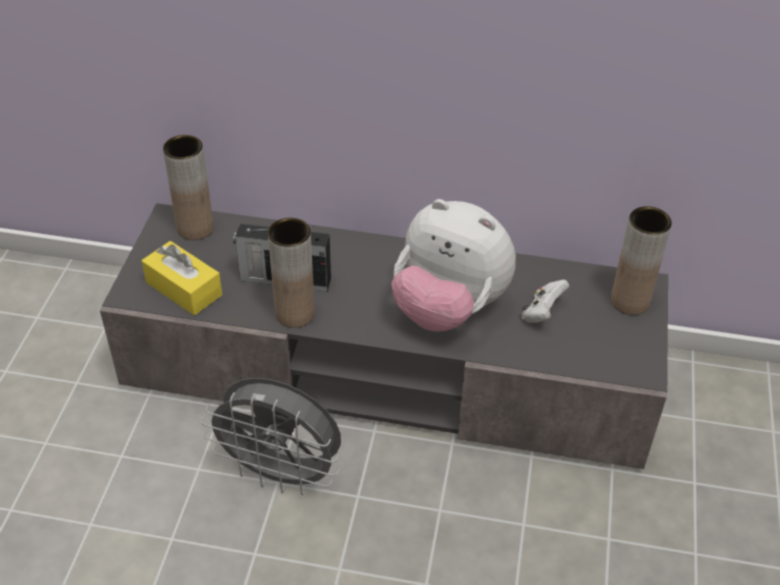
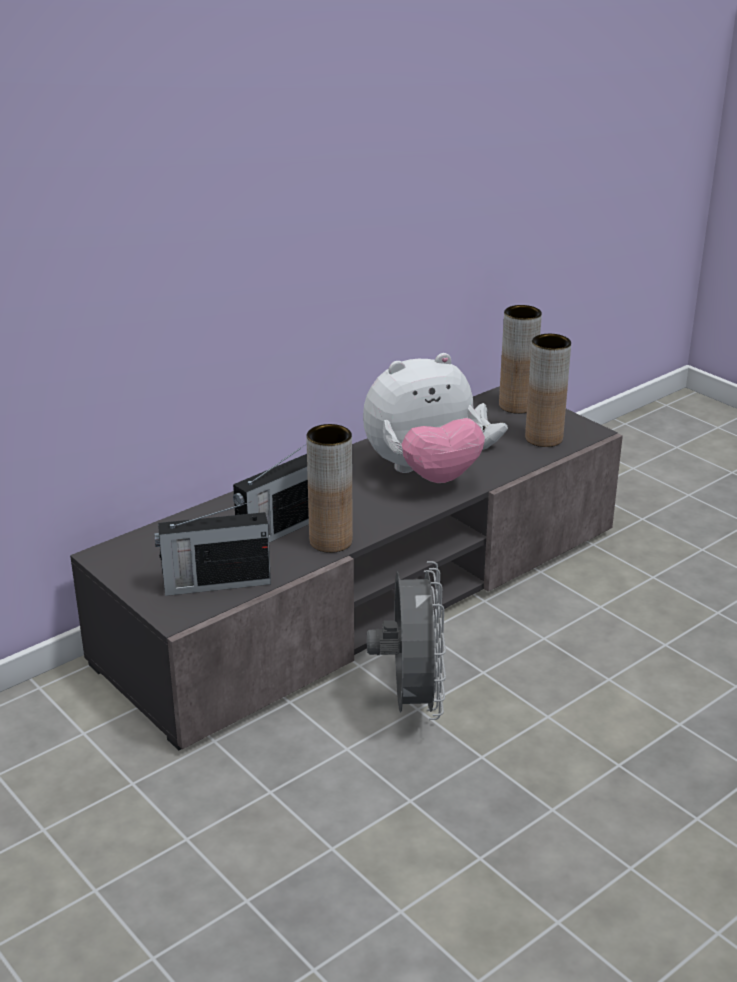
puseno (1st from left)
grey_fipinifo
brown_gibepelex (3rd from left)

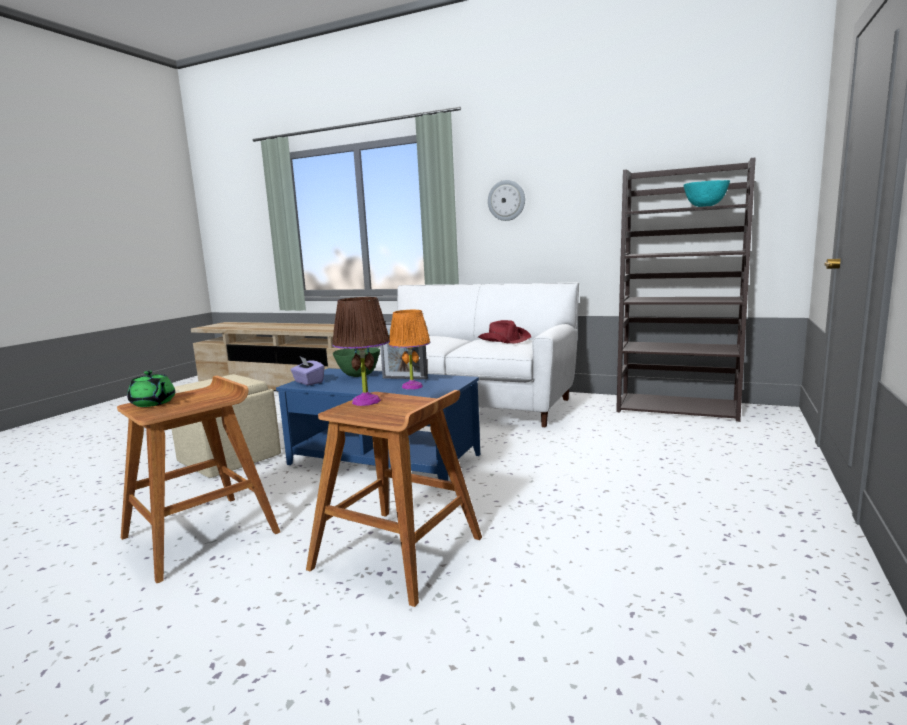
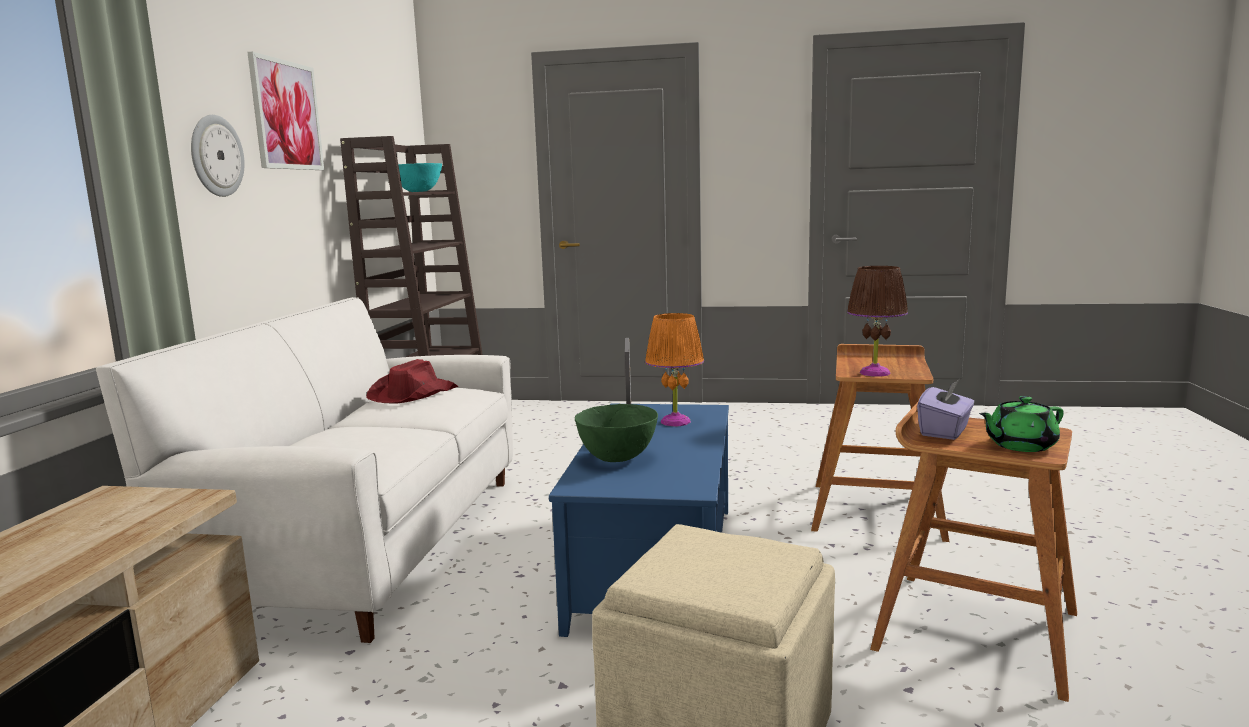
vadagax
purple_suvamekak
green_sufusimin

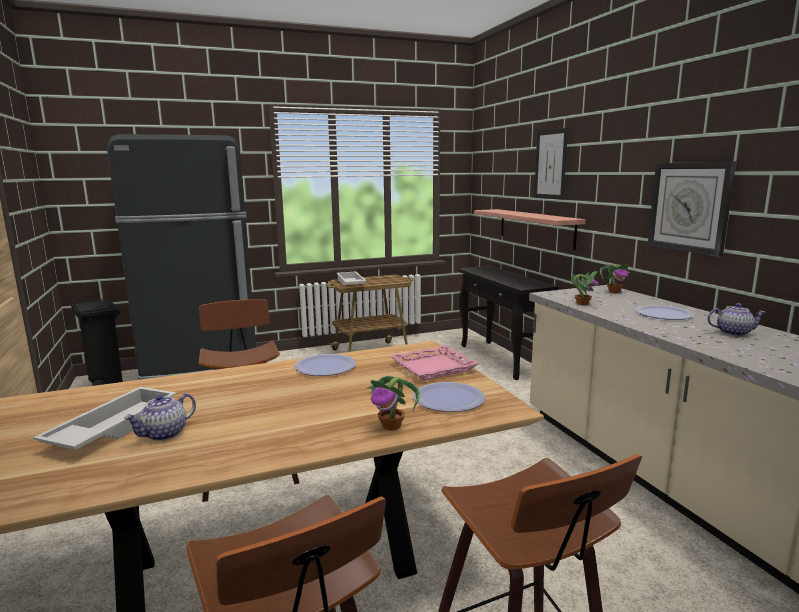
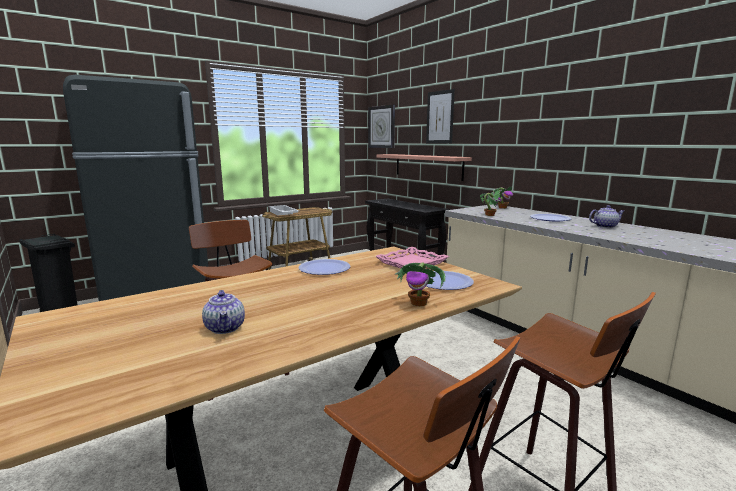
sufusimin (1st from left)
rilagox
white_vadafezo (1st from left in the first image)

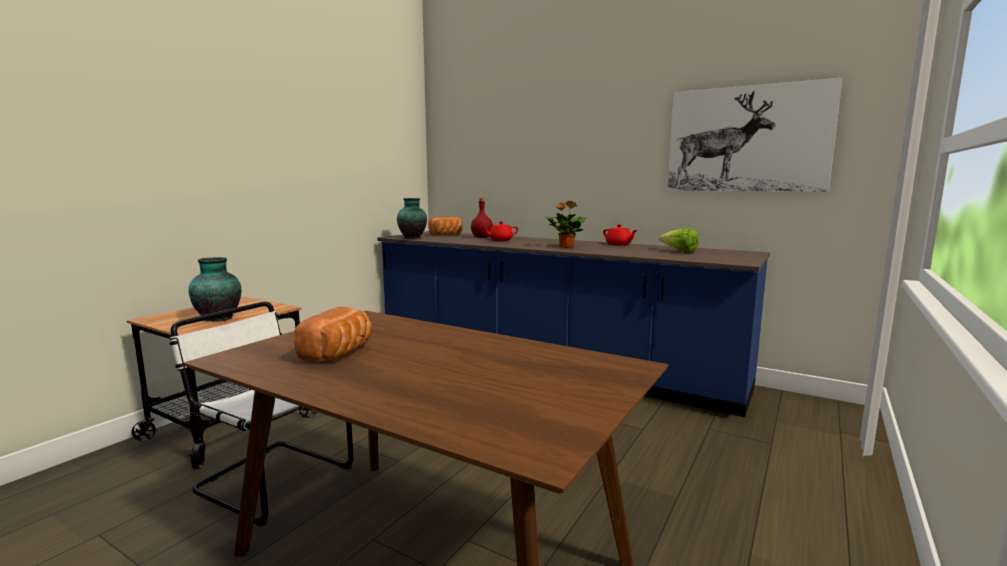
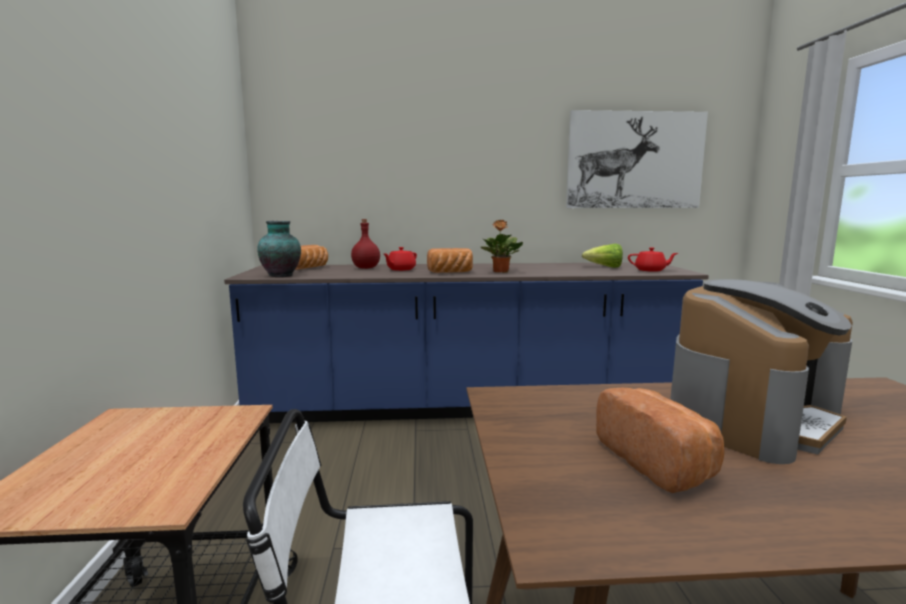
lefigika (2nd from left)
red_sufusimin (2nd from left)
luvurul
gibepelex (1st from left in the first image)

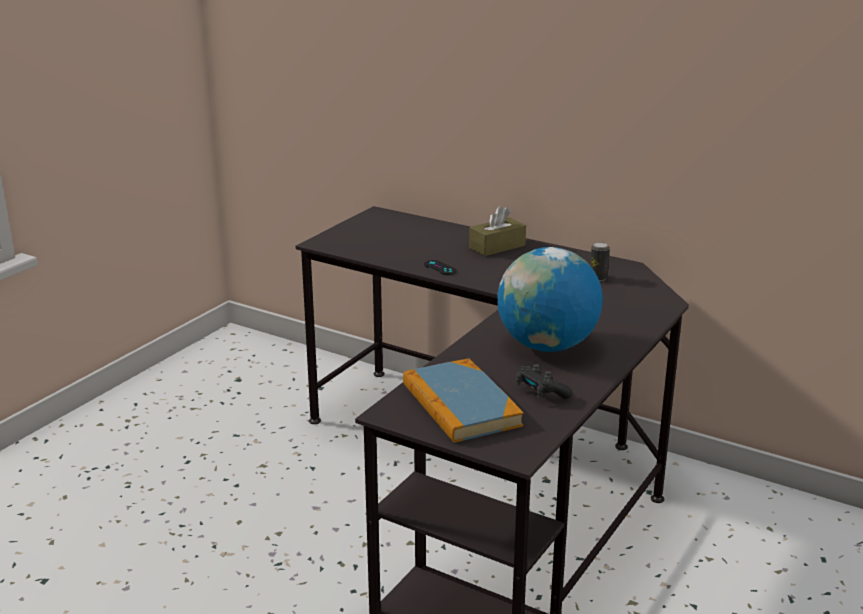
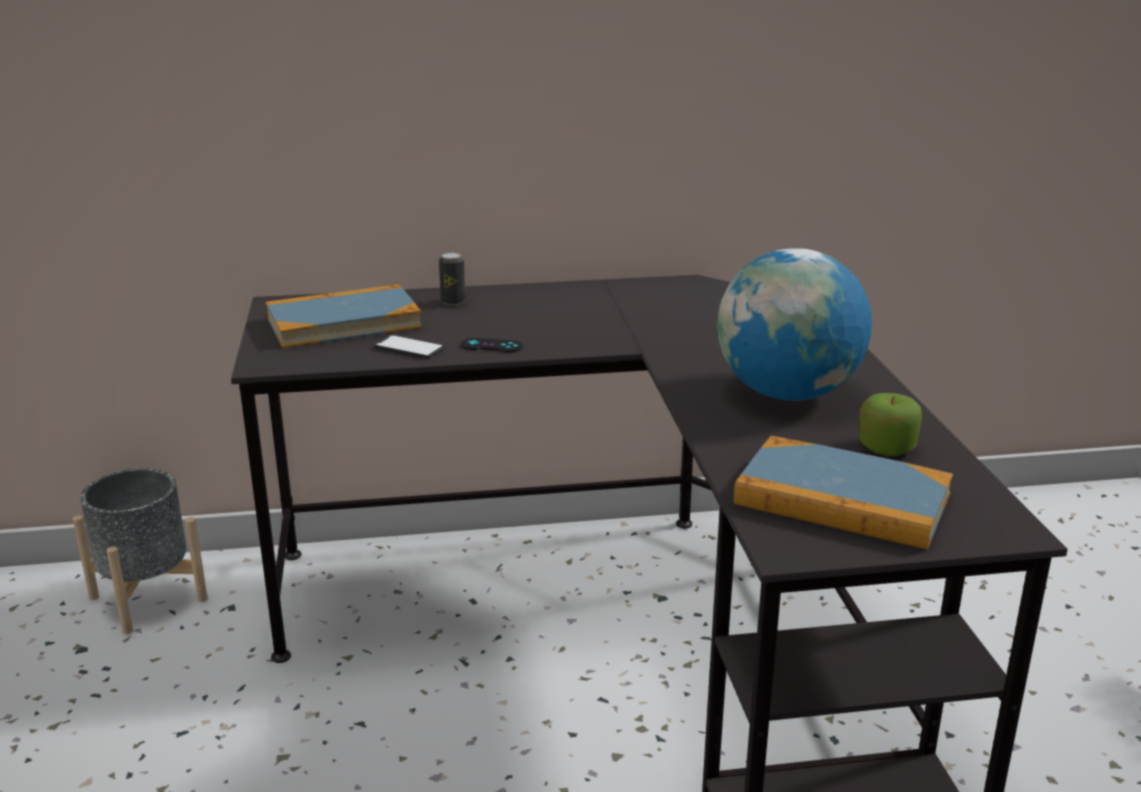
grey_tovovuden
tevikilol (1st from left)
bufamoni
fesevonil
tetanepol
brown_suvamekak

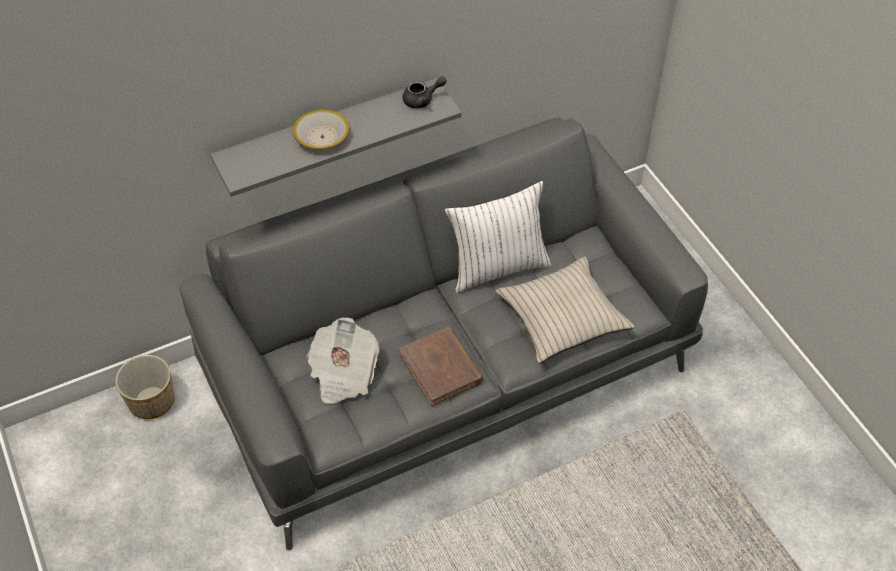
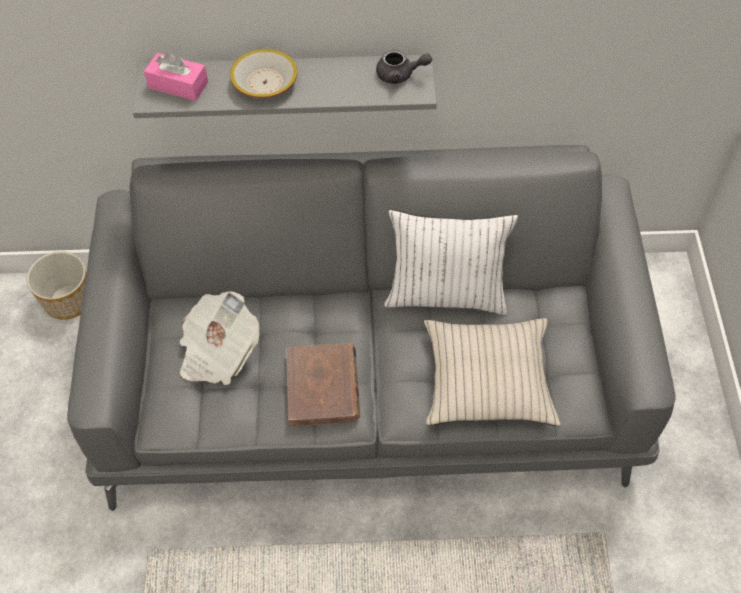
pink_suvamekak

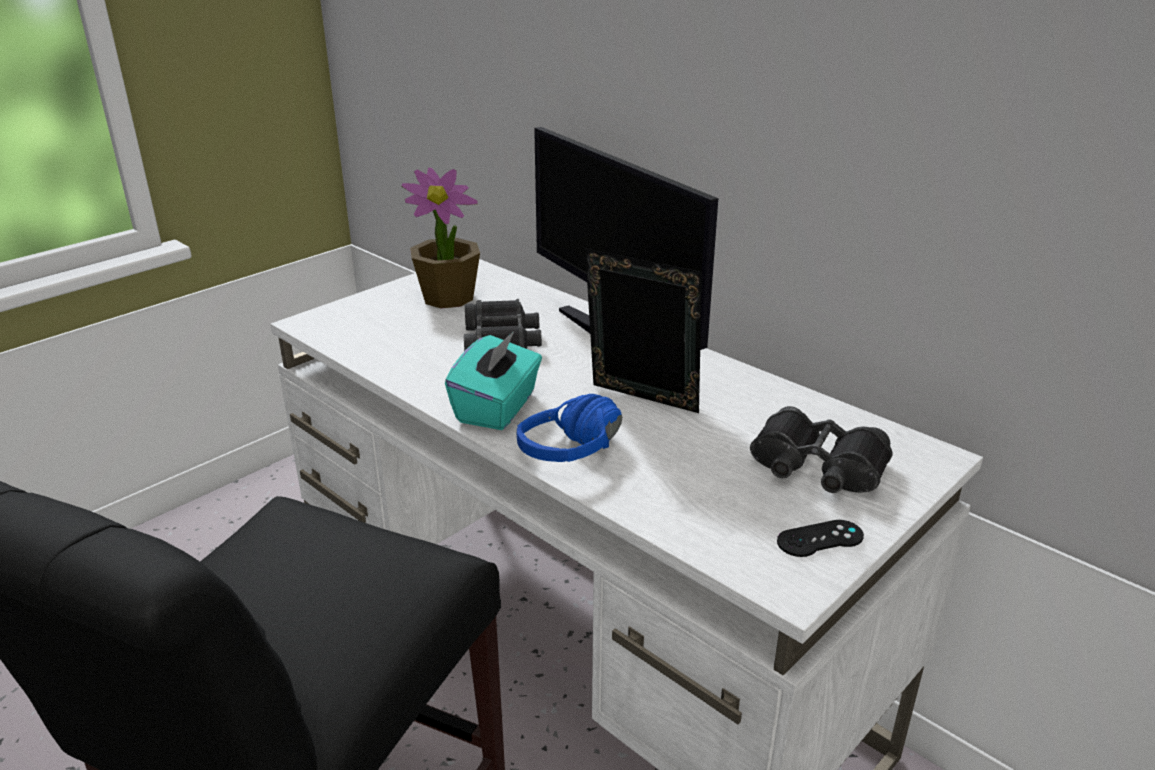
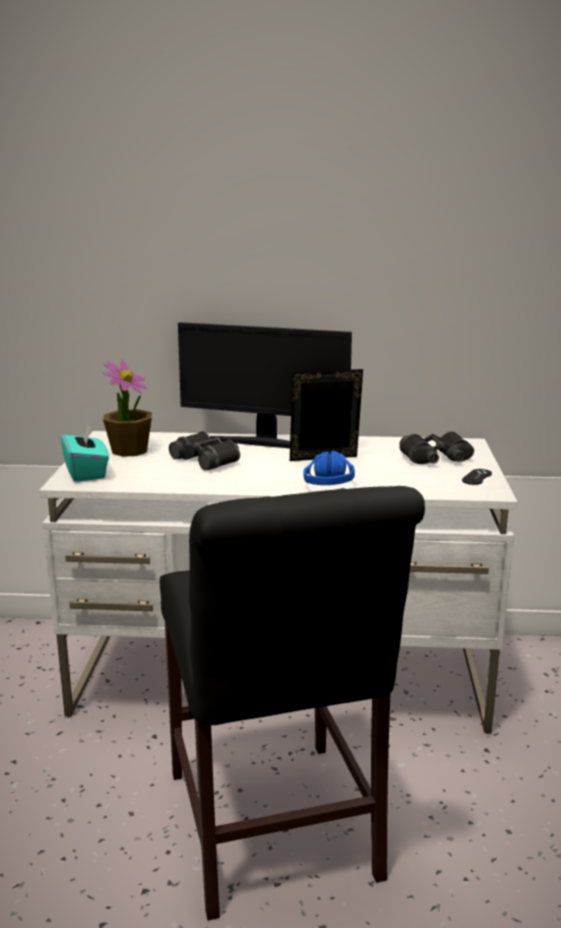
turquoise_suvamekak

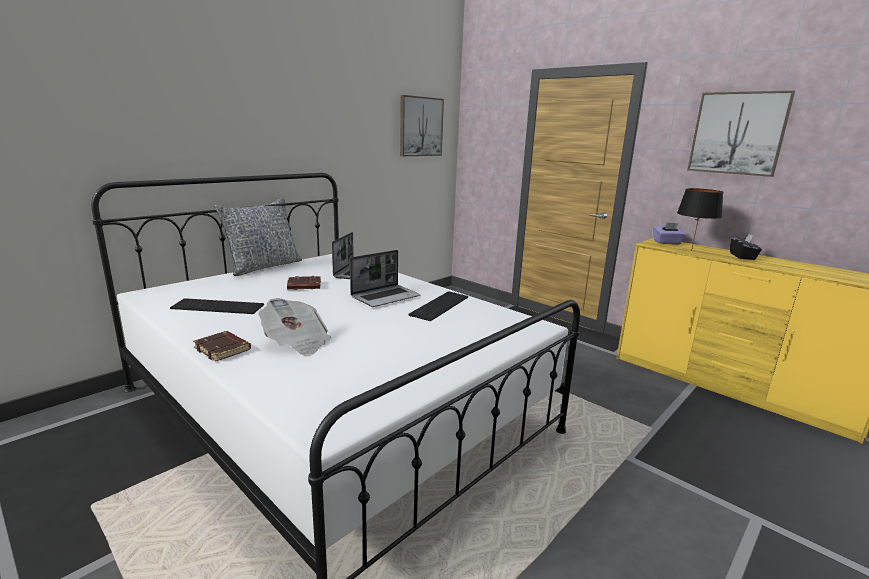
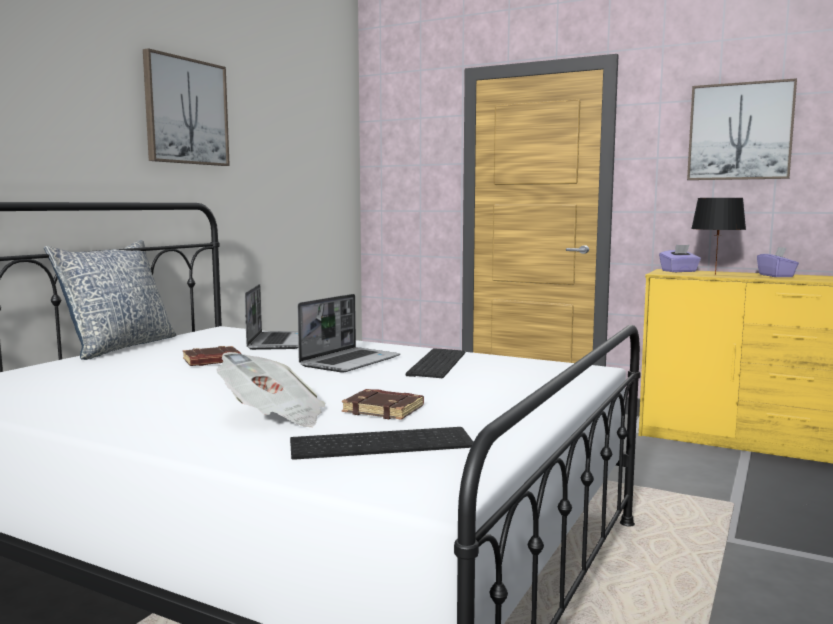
vadagax (1st from left)
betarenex (1st from left)
brown_tevikilol (2nd from left)
purple_suvamekak (2nd from left)

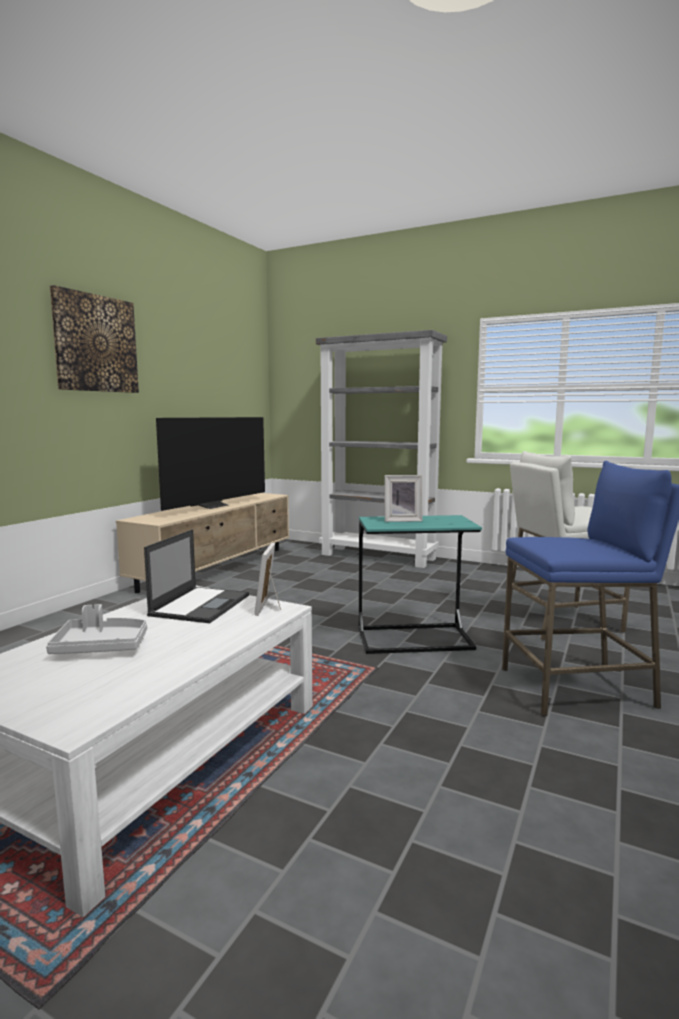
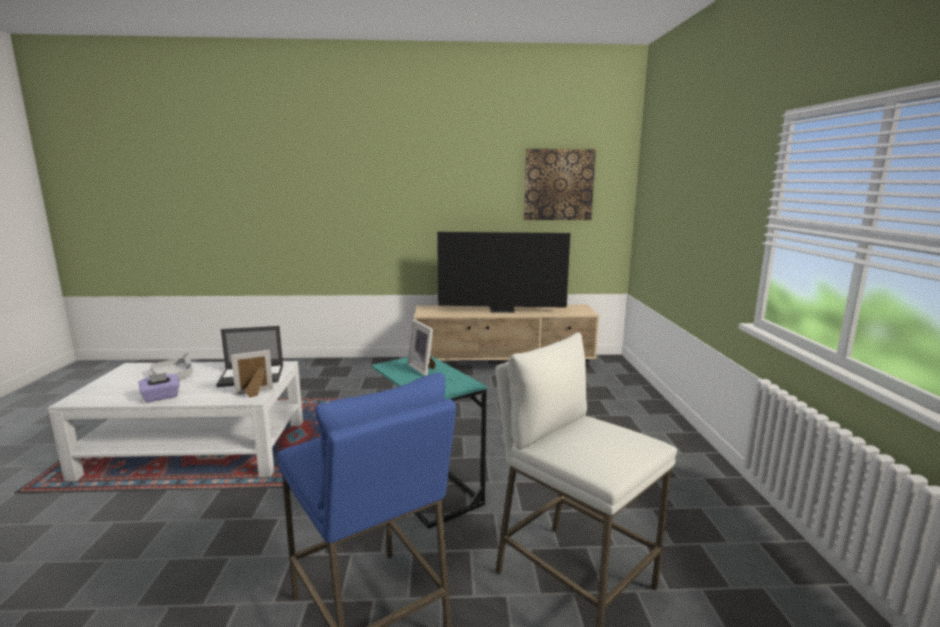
purple_suvamekak
vadagax
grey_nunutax

